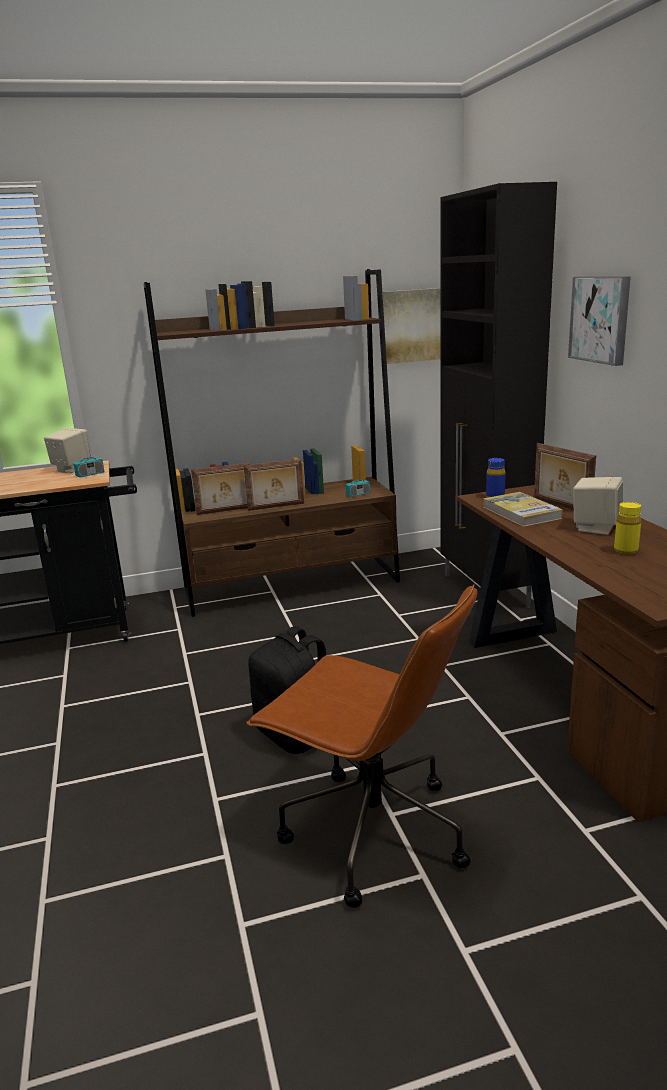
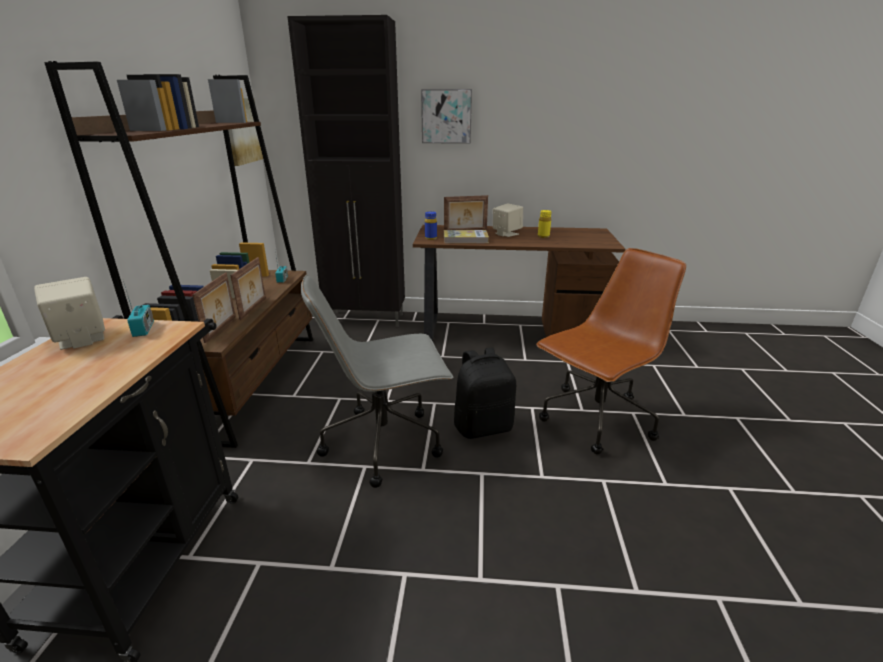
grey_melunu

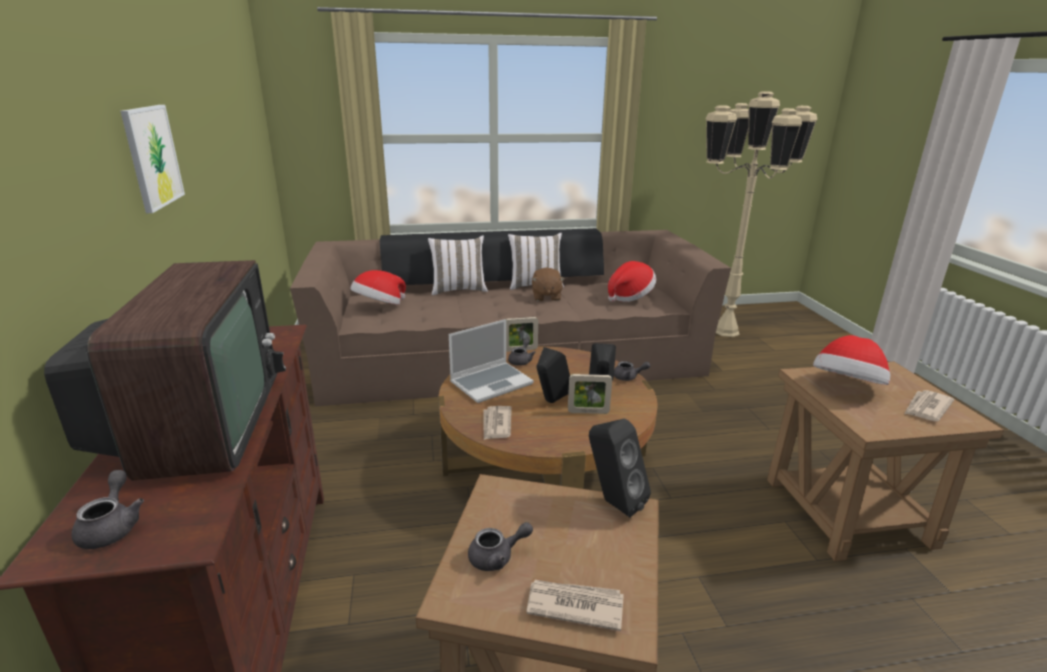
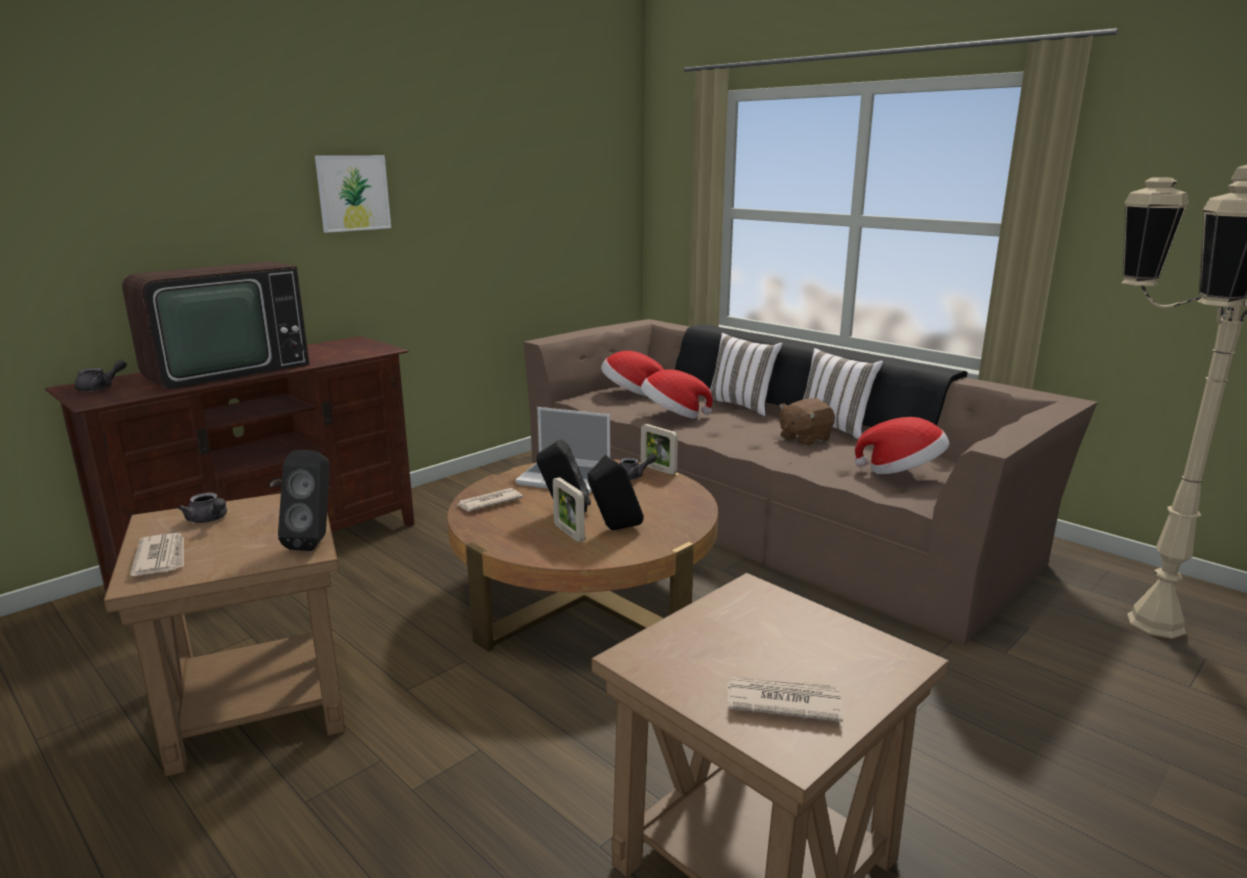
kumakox (2nd from left)
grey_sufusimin (4th from left in the first image)

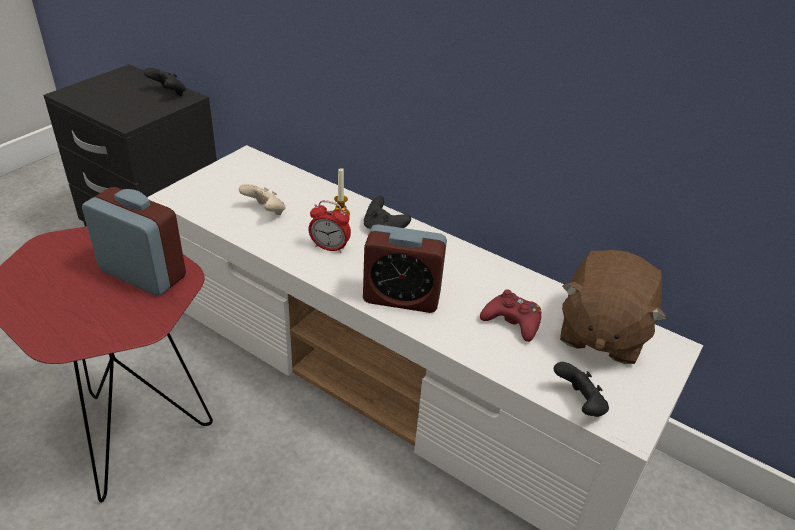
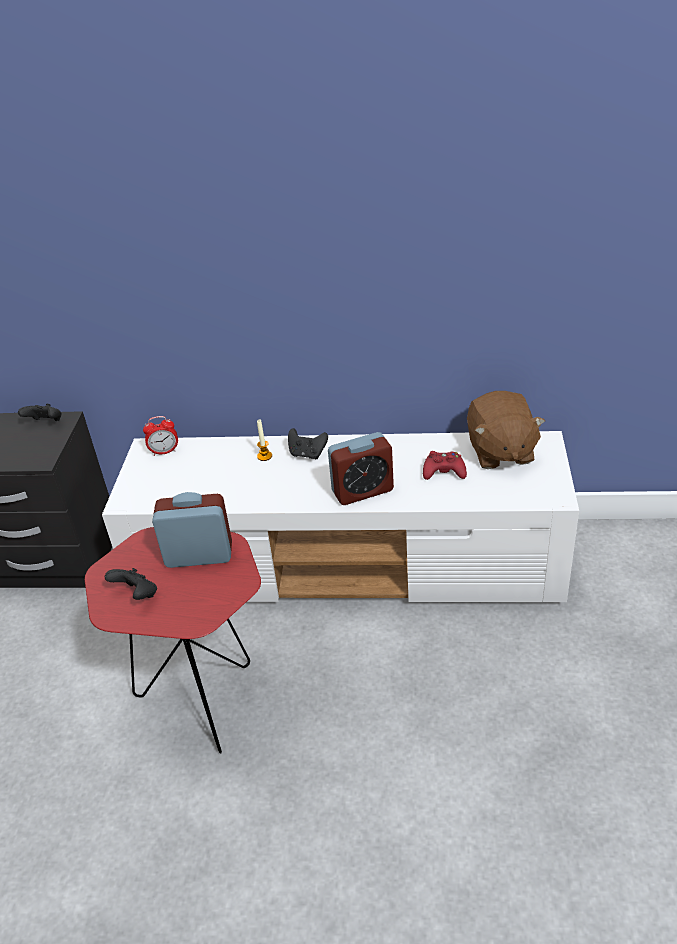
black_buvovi (2nd from left)
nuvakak (1st from left)
beige_buvovi

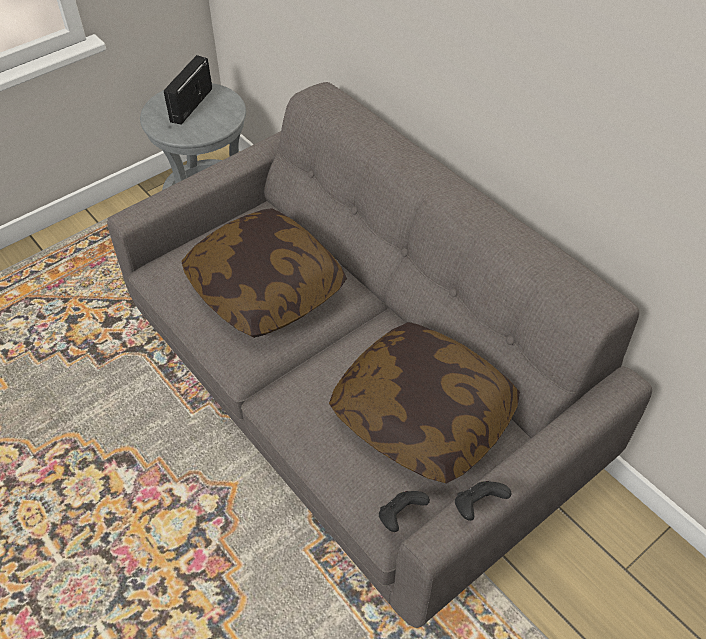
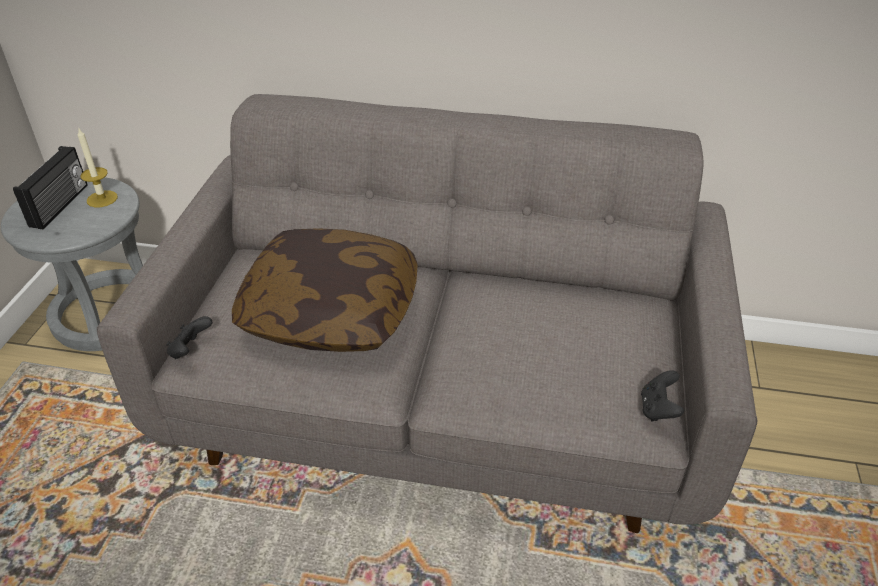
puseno
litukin
black_buvovi (1st from left)
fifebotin (2nd from left in the first image)

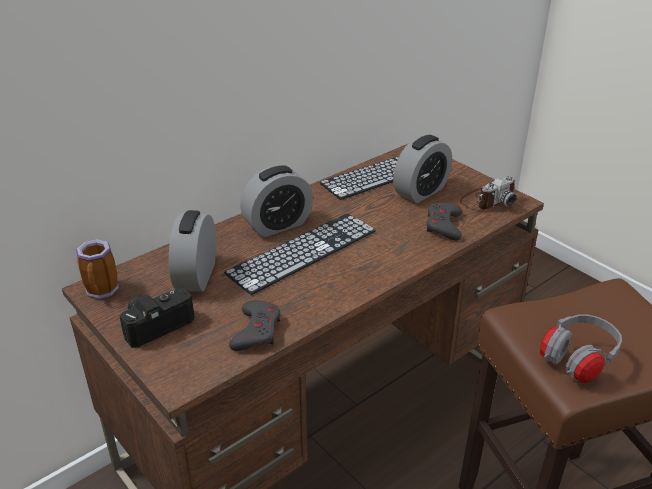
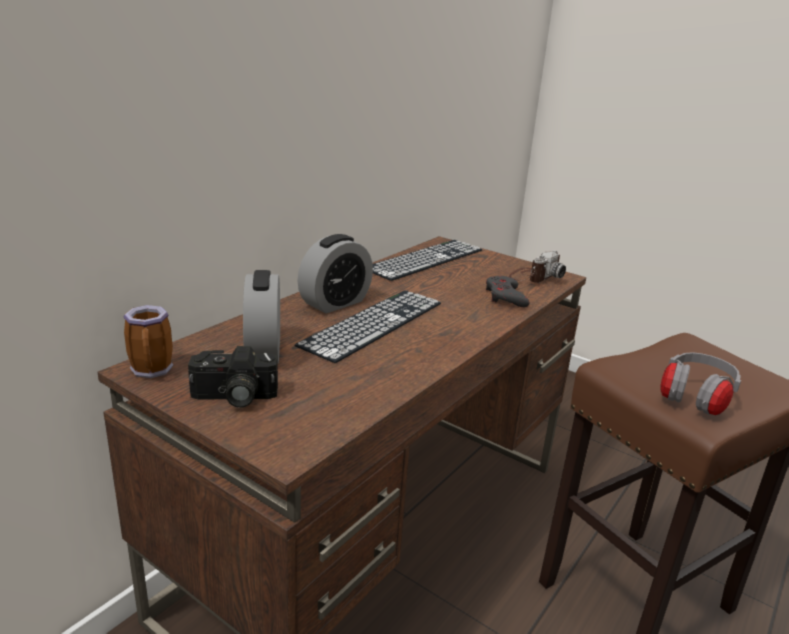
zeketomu (1st from left)
grey_buvovi (1st from left in the first image)
nuvakak (3rd from left in the first image)

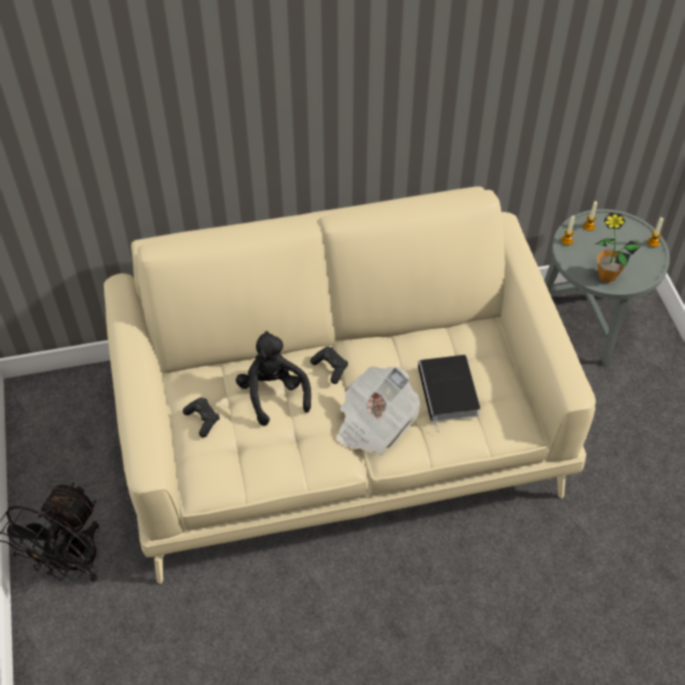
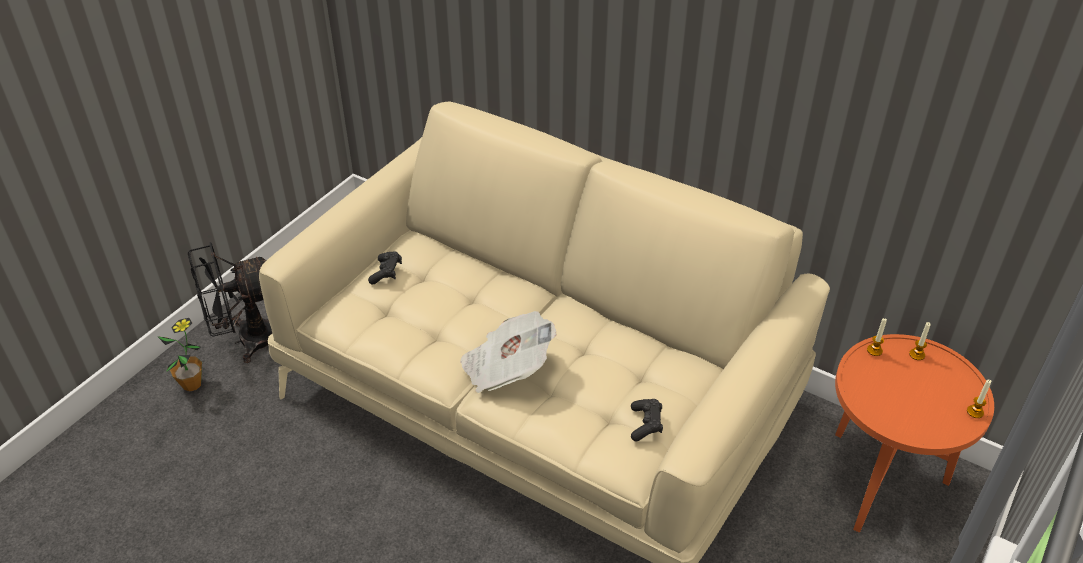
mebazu
black_buvovi (2nd from left)
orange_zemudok
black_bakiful
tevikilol

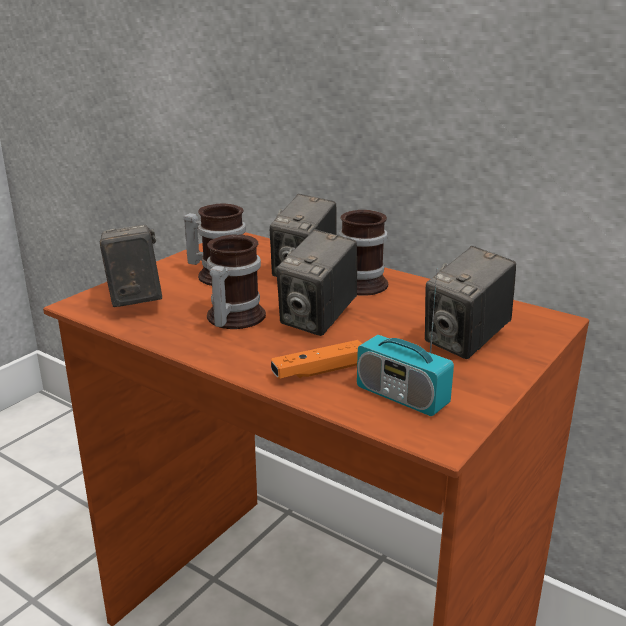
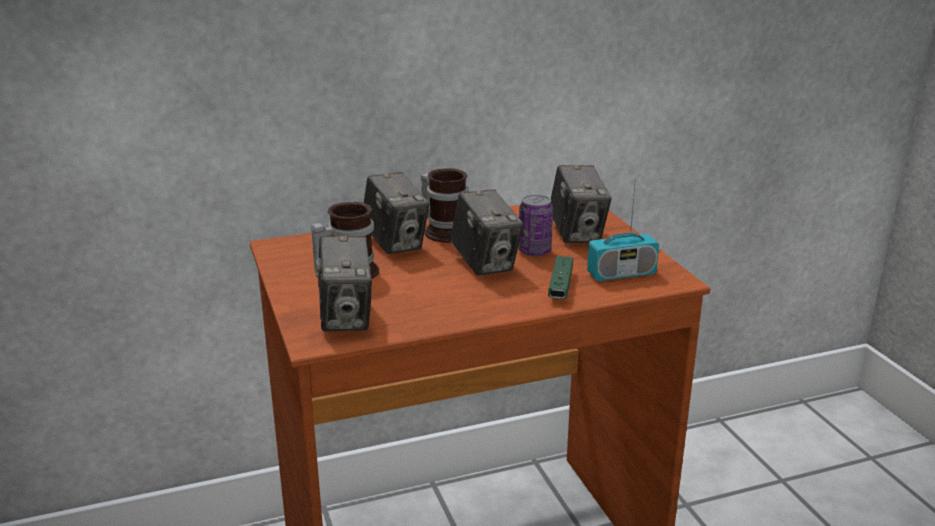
zeketomu (1st from left)
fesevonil
green_buvovi
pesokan (2nd from left in the first image)

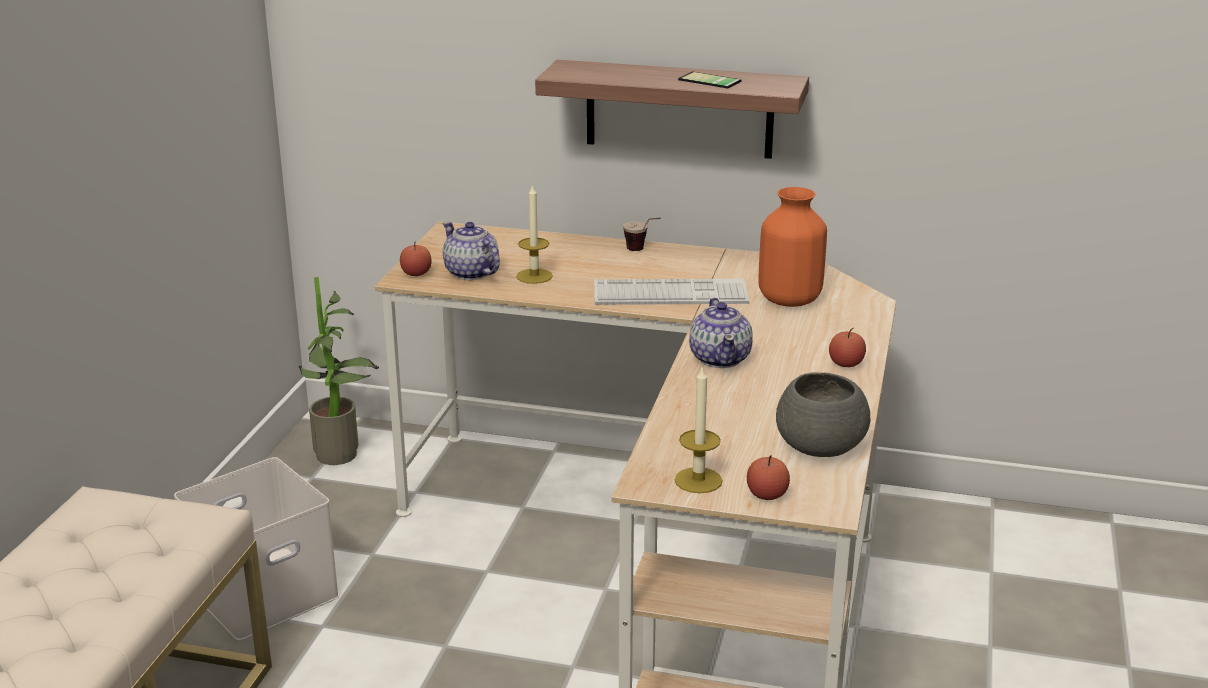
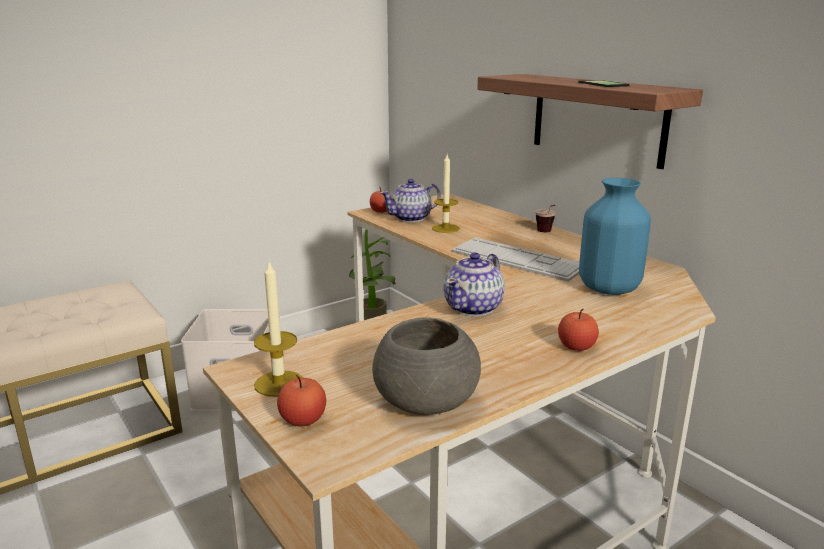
sufusimin (1st from left)
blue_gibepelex

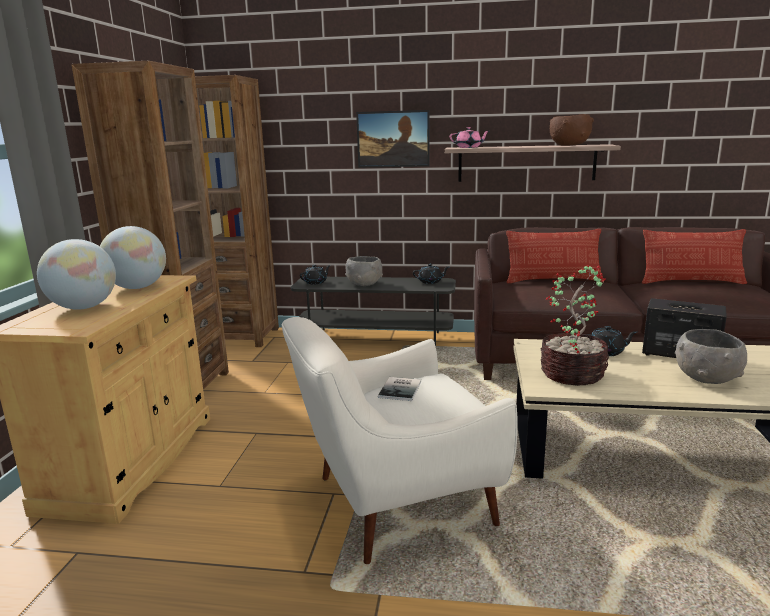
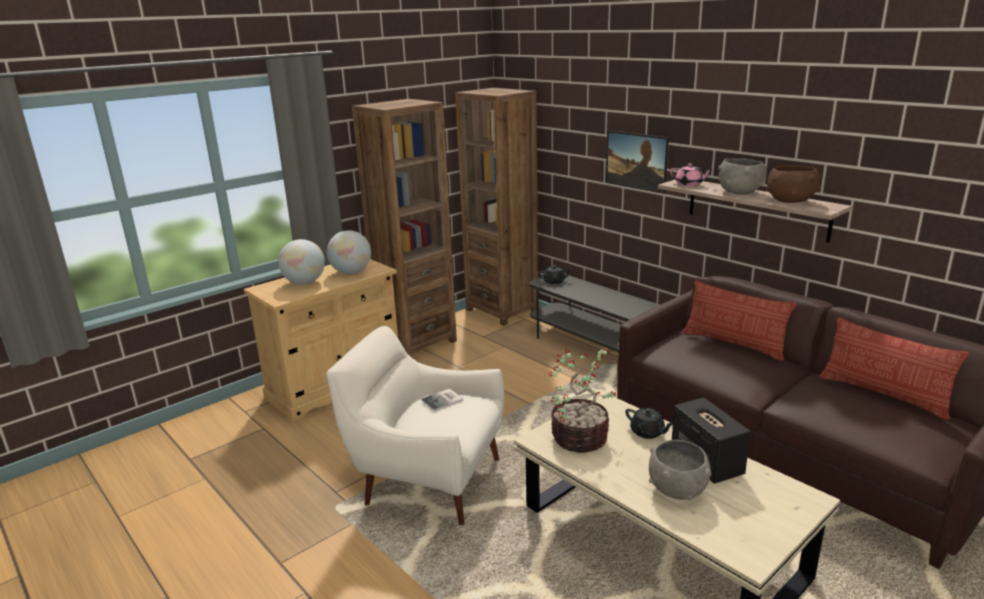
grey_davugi (2nd from left)
black_sufusimin (2nd from left in the first image)

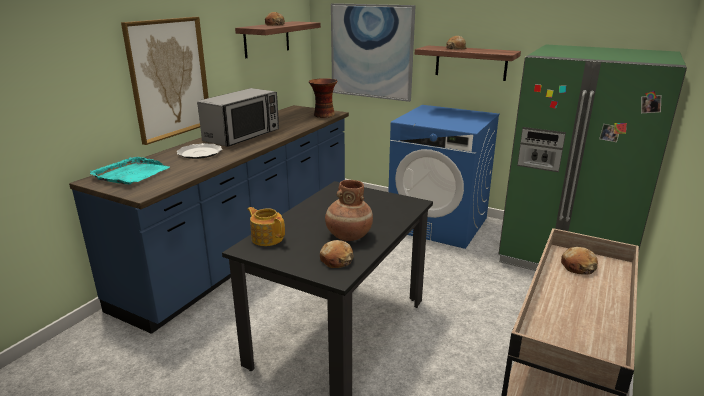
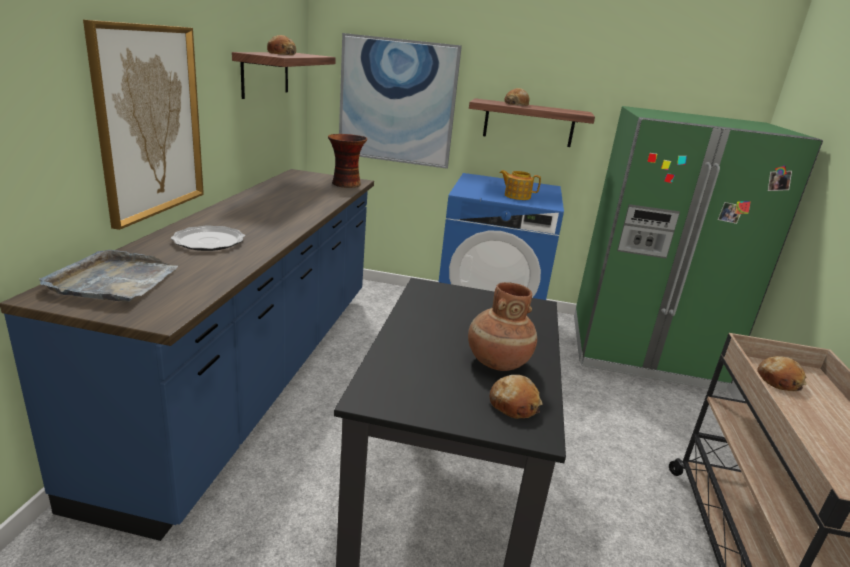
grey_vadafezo
sufusimin
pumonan

